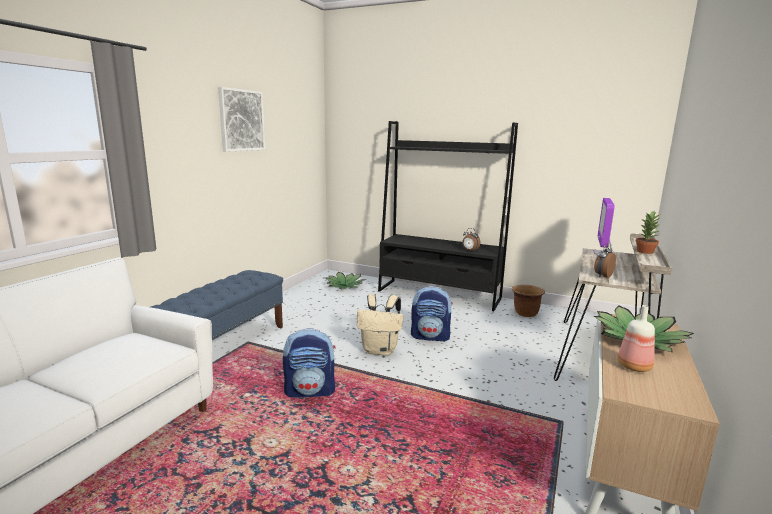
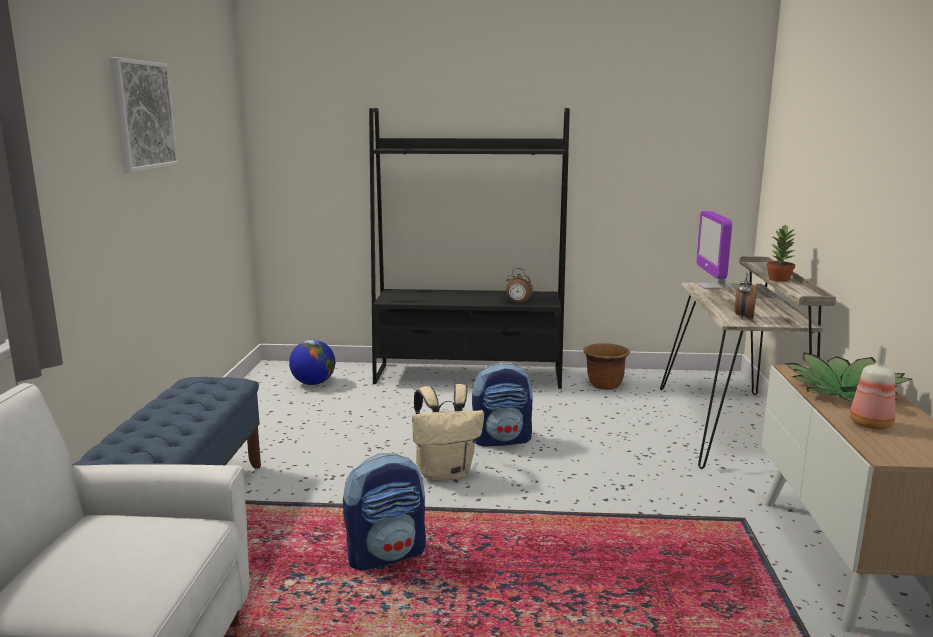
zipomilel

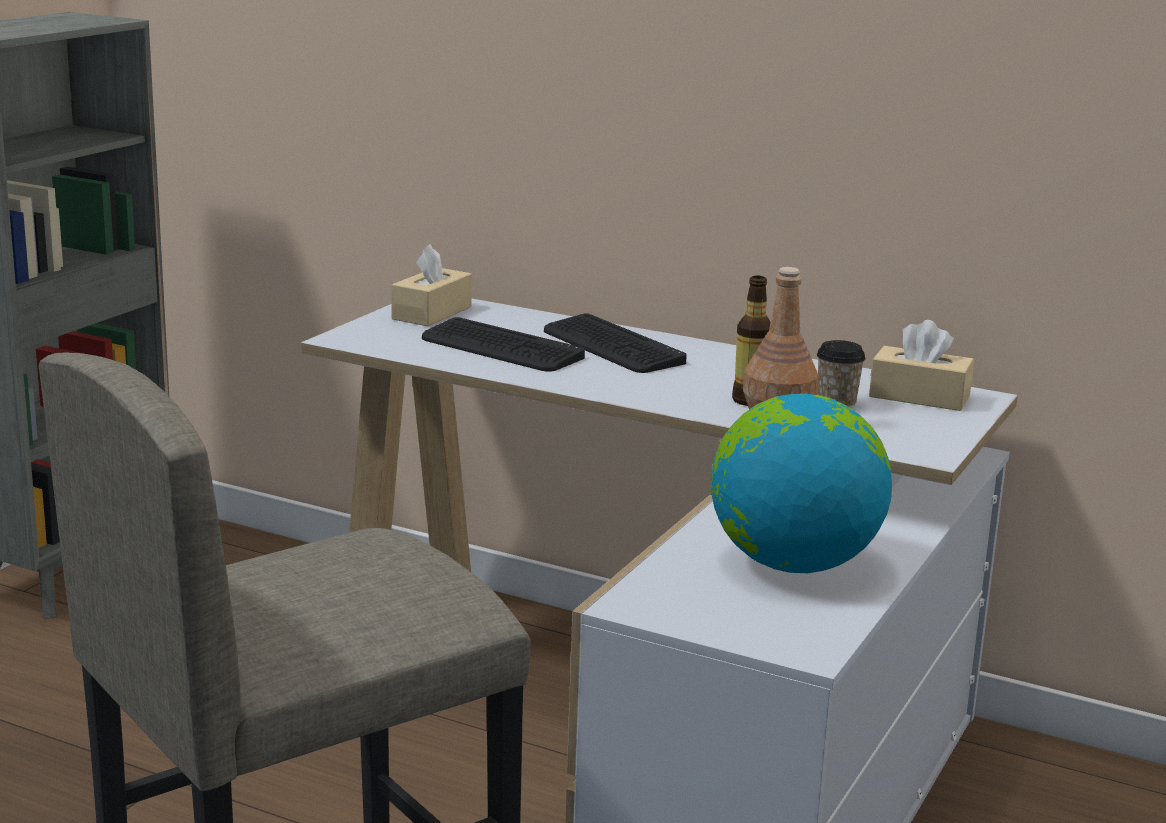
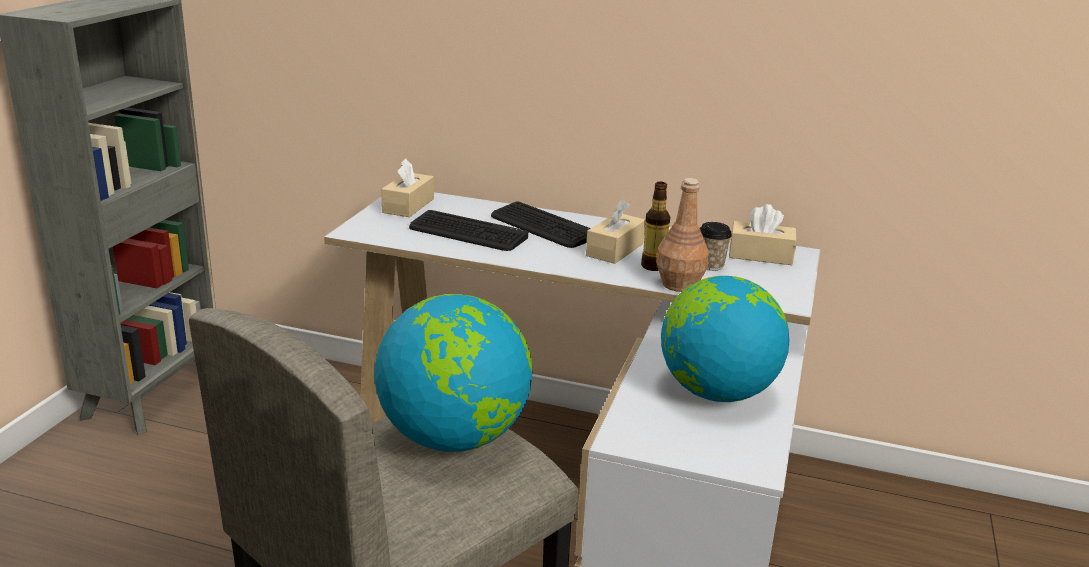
zipomilel (no. 1 from left)
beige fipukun (no. 2 from left)

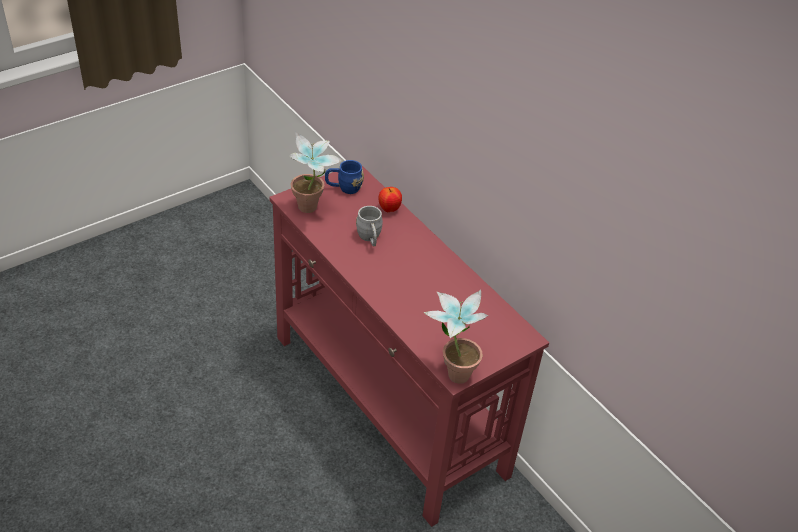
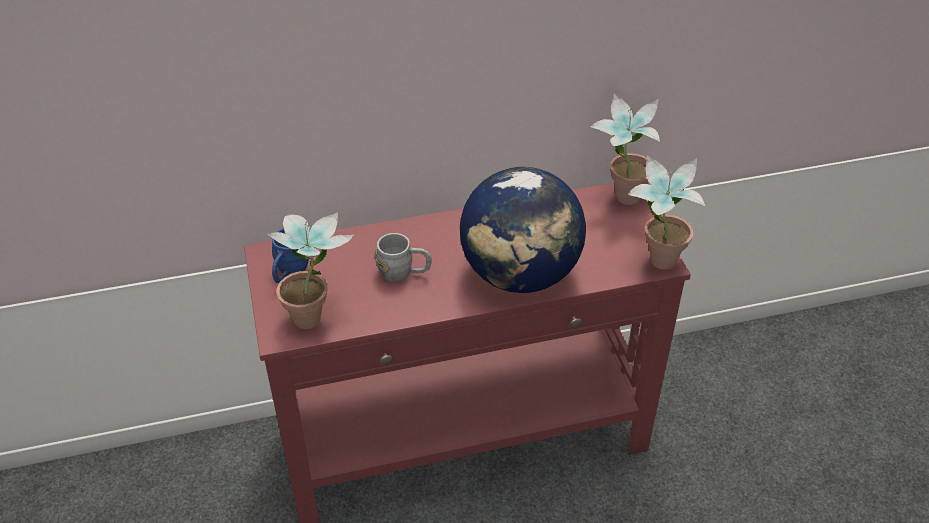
zipomilel
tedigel (no. 2 from left)
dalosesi

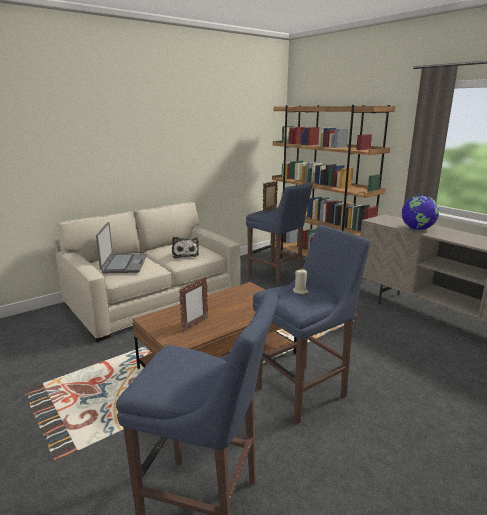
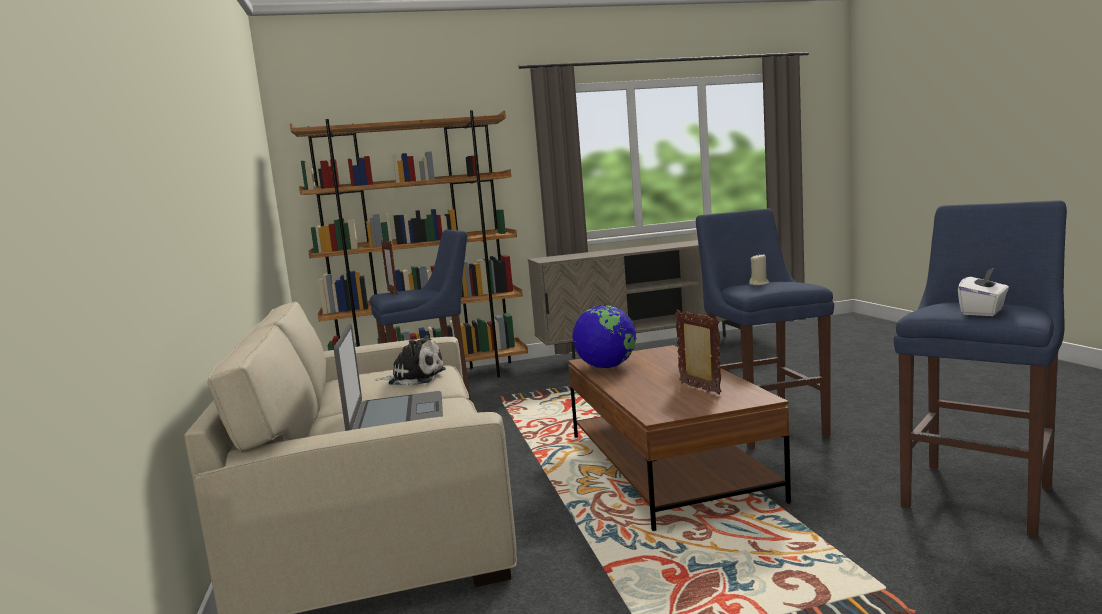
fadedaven
zipomilel
white fipukun

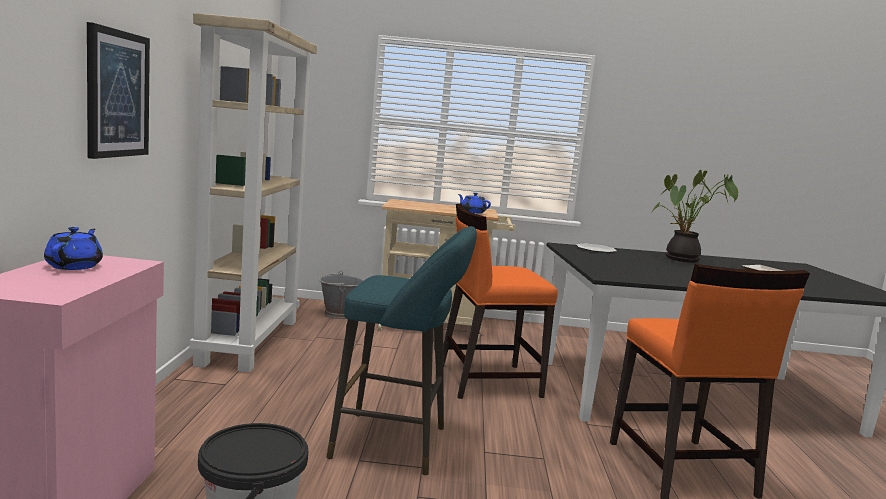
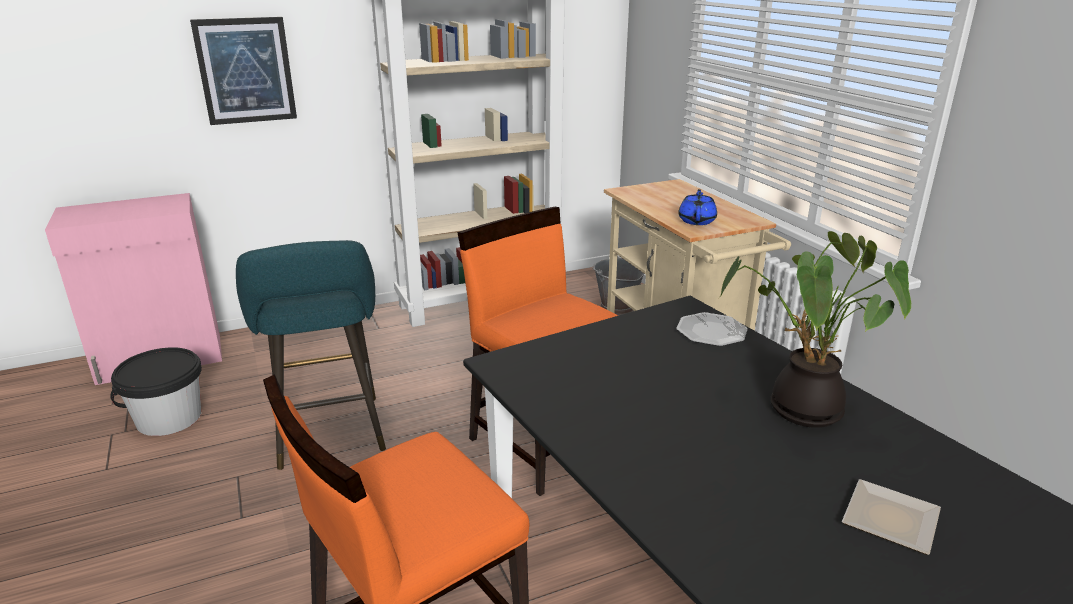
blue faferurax (no. 1 from left in the first image)

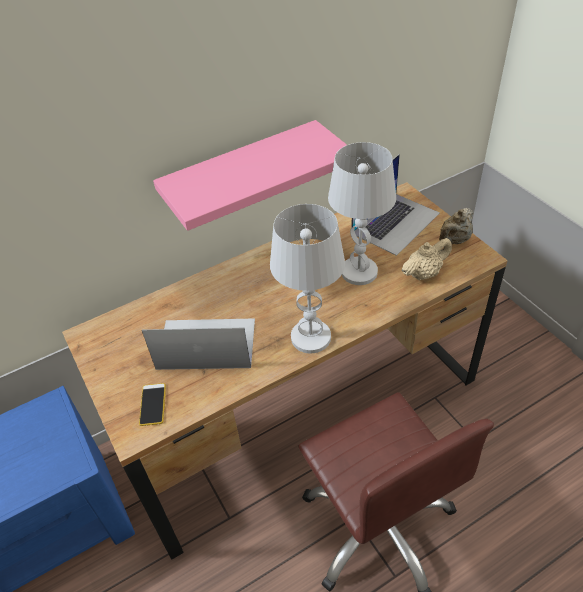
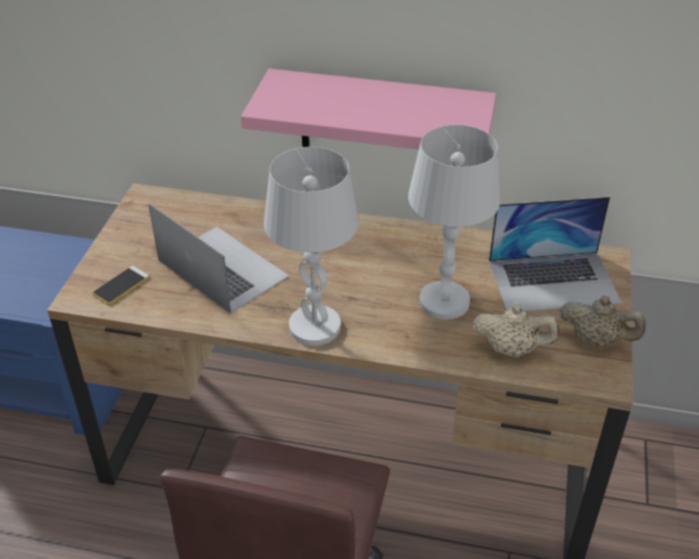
beige faferurax (no. 2 from left)

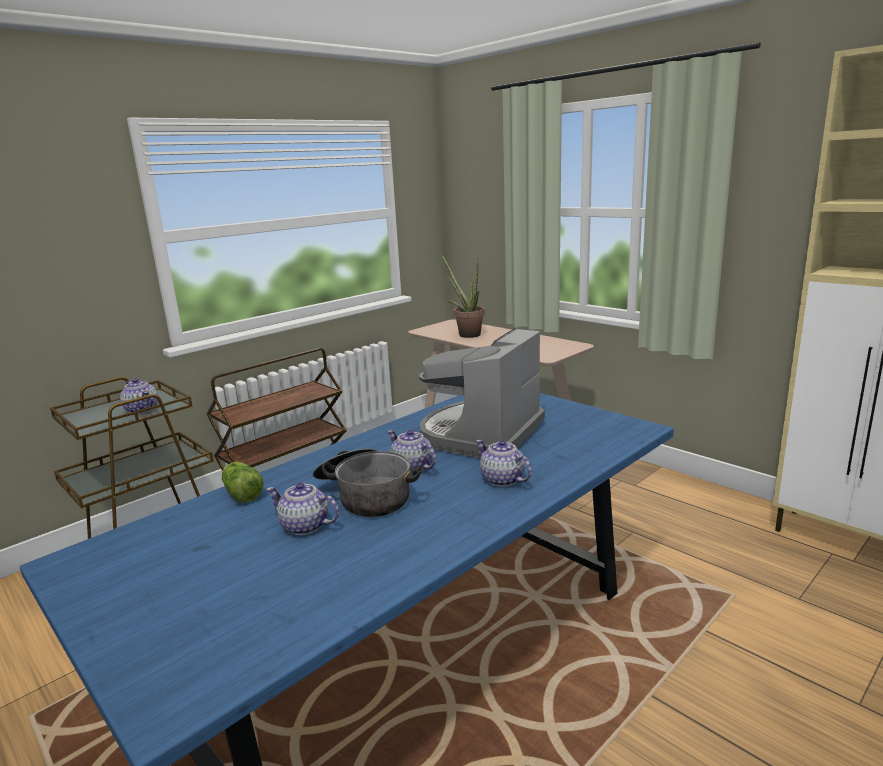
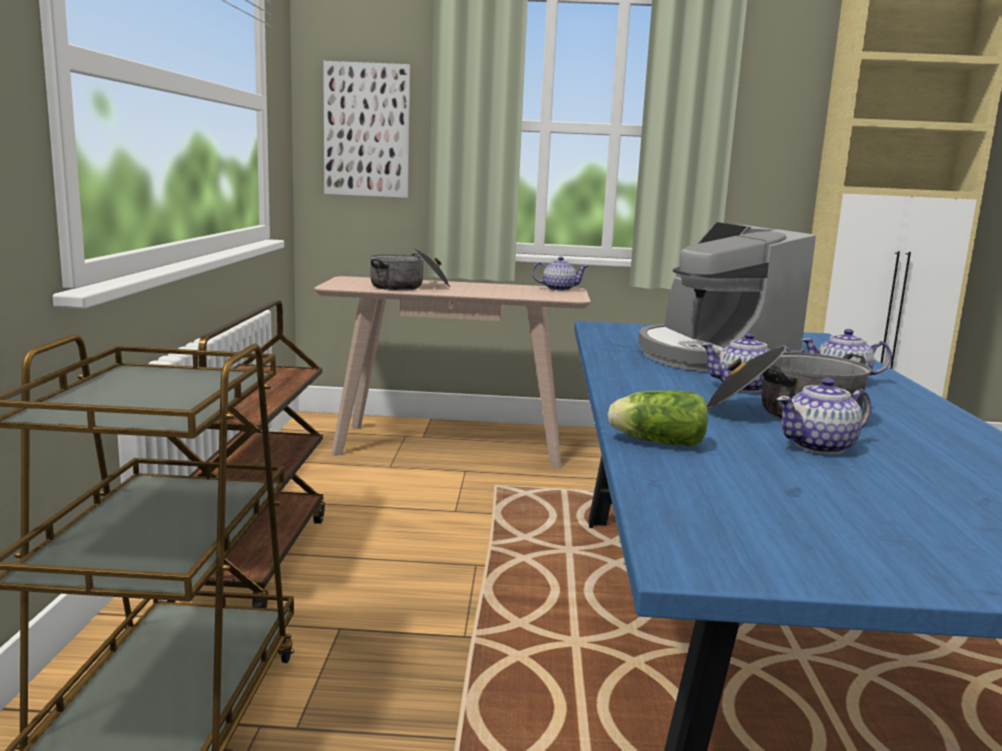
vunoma
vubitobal (no. 1 from left)
faferurax (no. 1 from left)

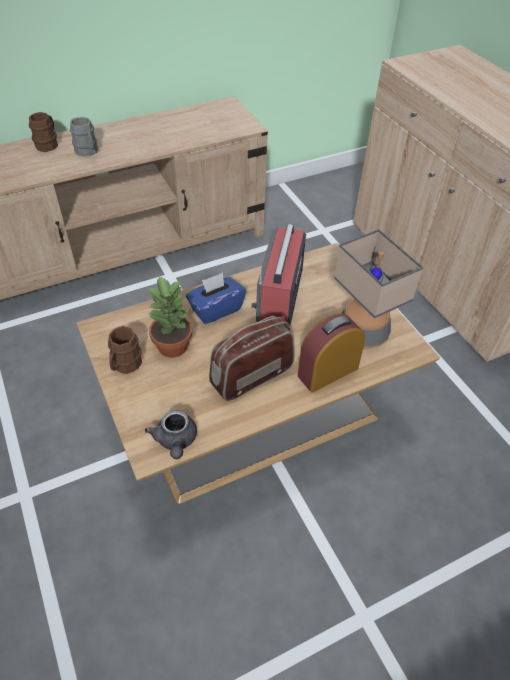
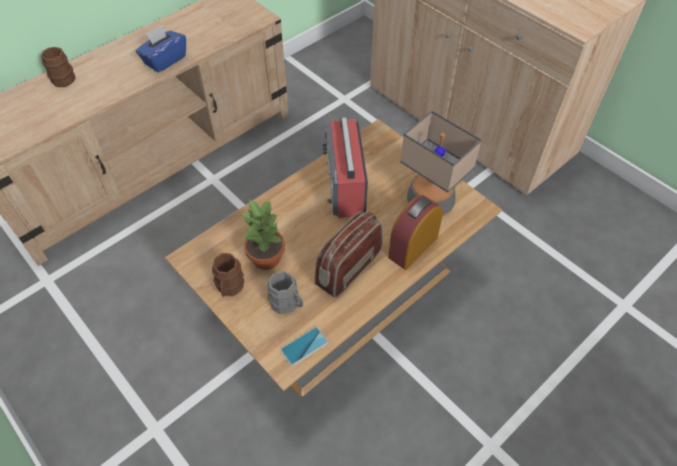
blue fipukun
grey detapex
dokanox

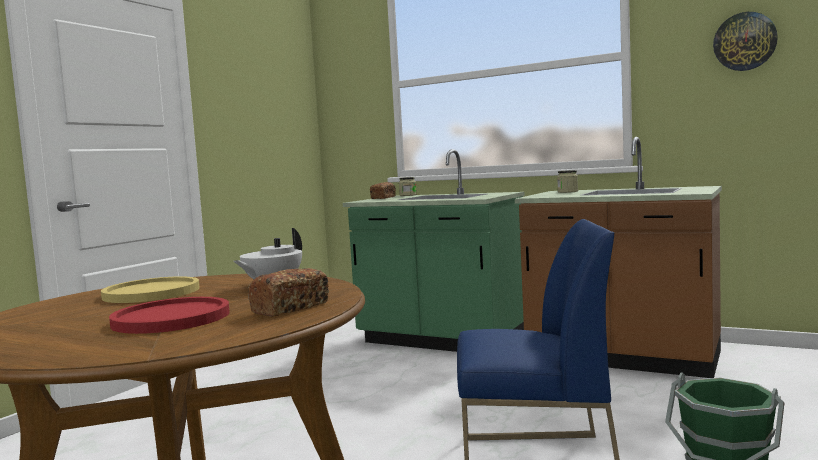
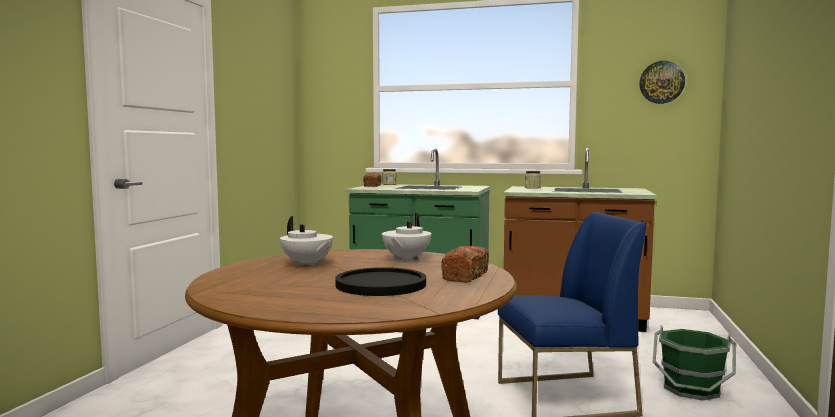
white faferurax (no. 1 from left)
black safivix

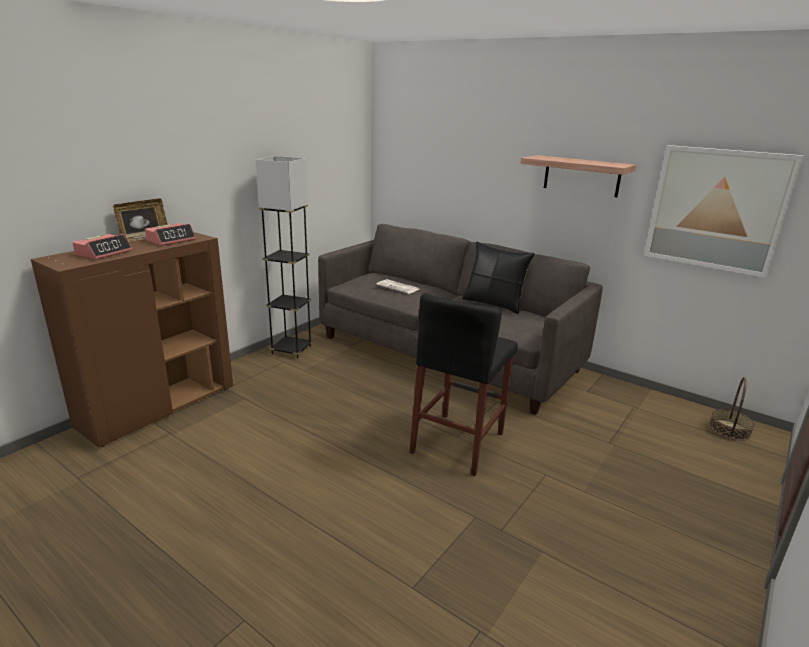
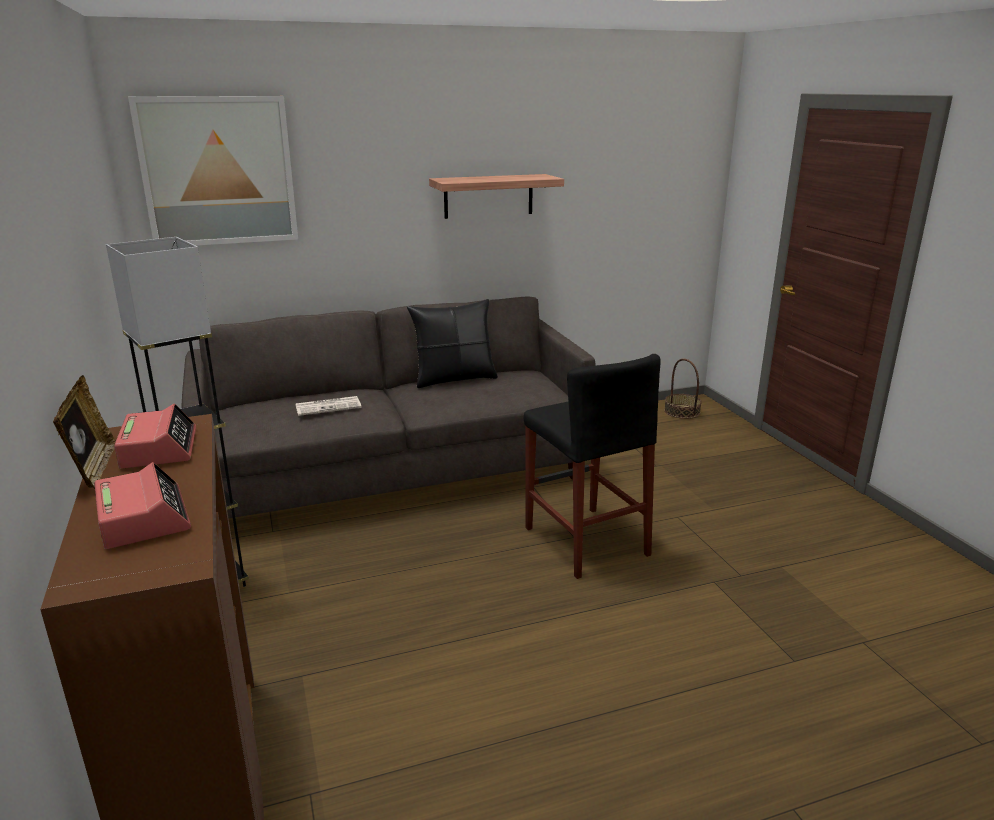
vunoma

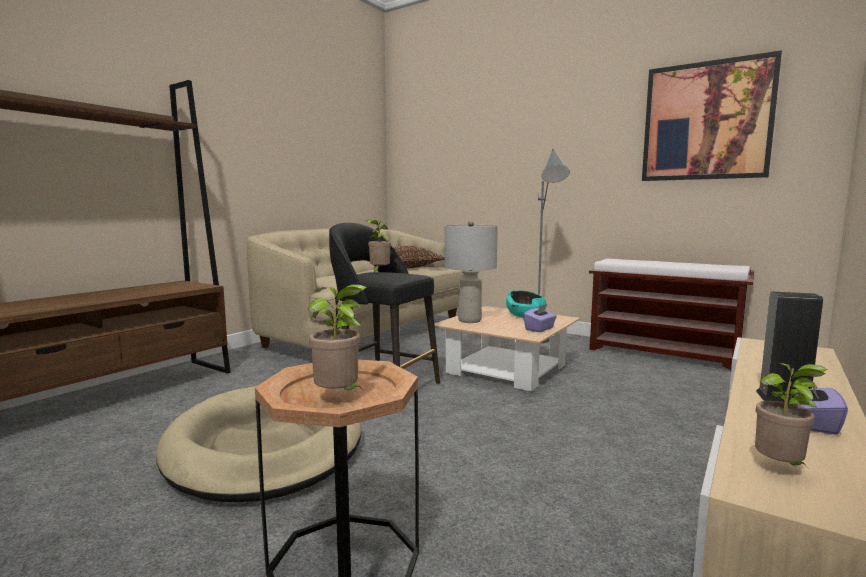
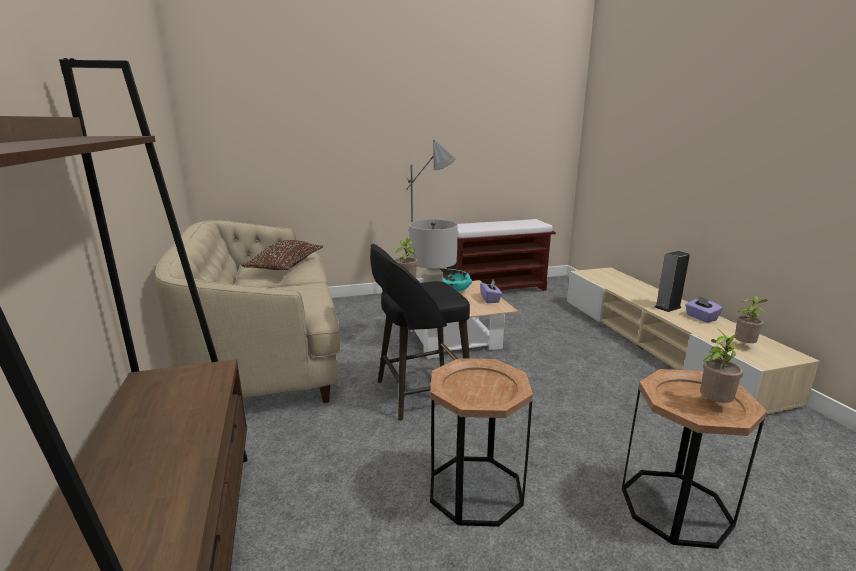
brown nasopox (no. 1 from left)
vunoma

